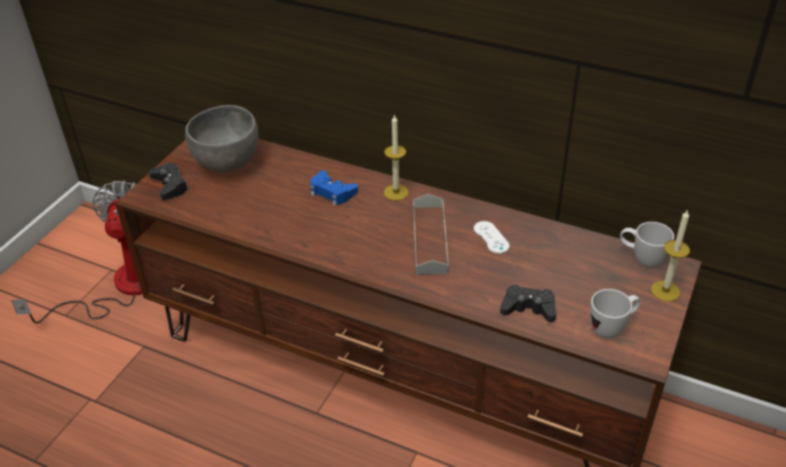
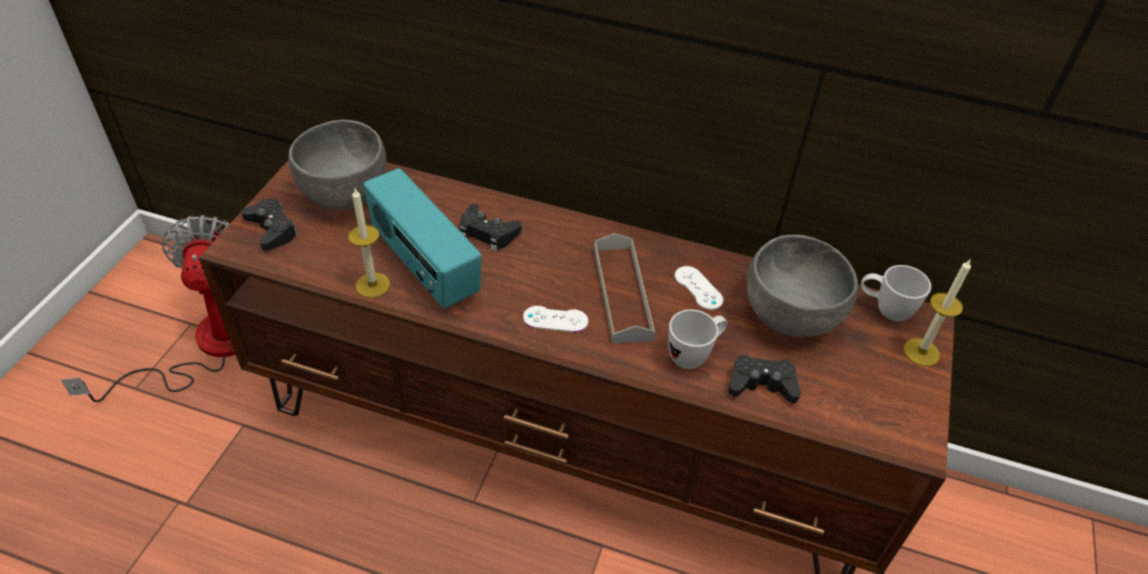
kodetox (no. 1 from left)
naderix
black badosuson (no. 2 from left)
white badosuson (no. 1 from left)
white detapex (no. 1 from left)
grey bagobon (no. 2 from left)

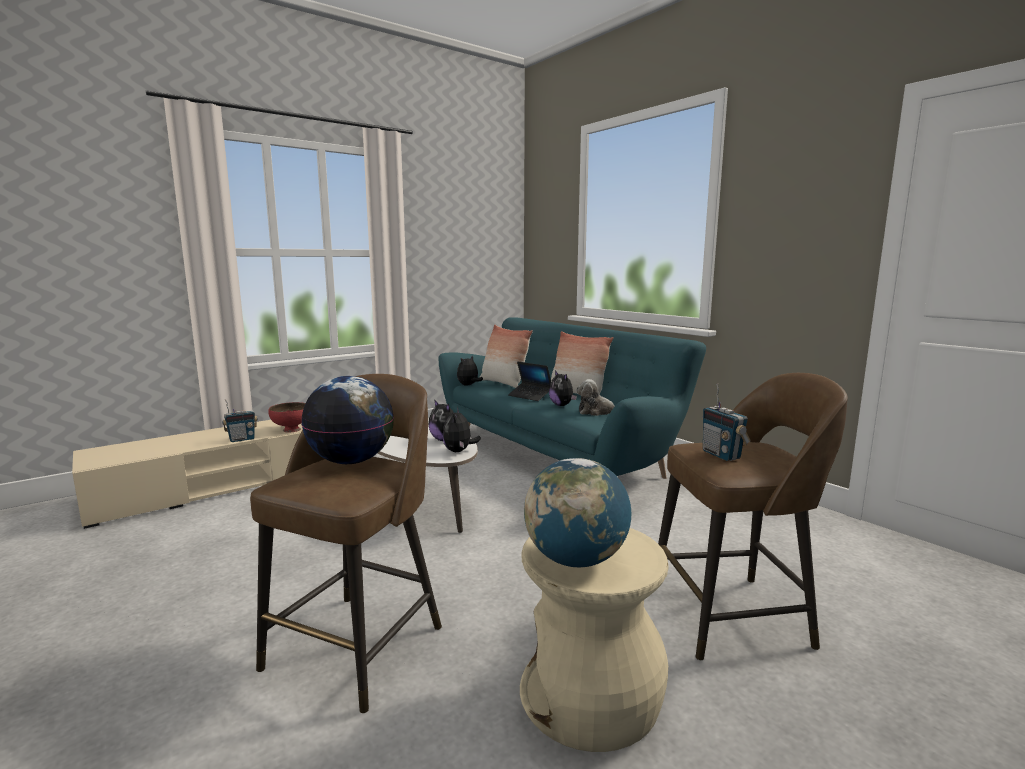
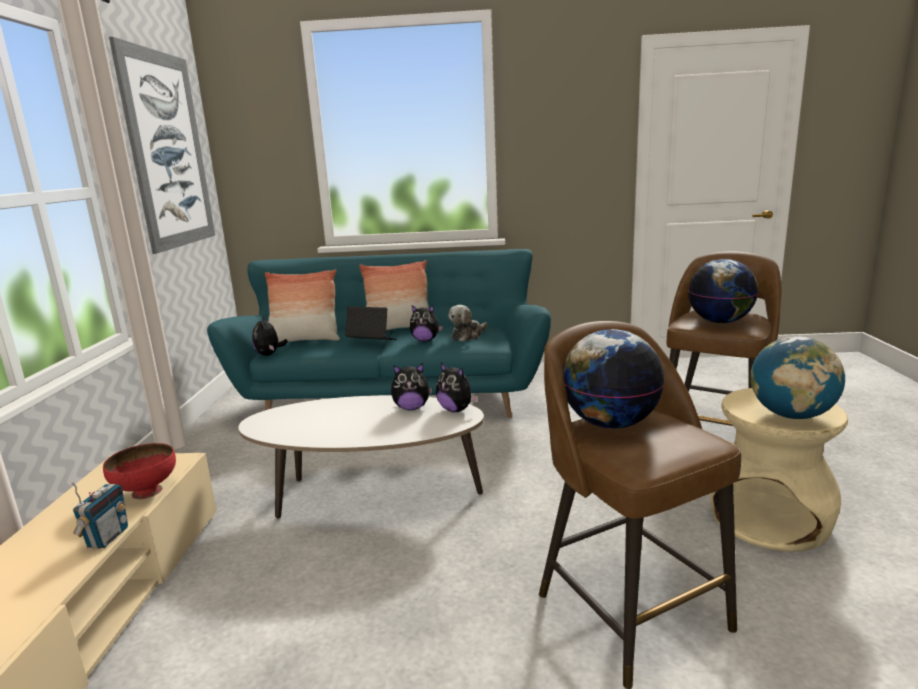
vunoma
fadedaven
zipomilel (no. 2 from left)

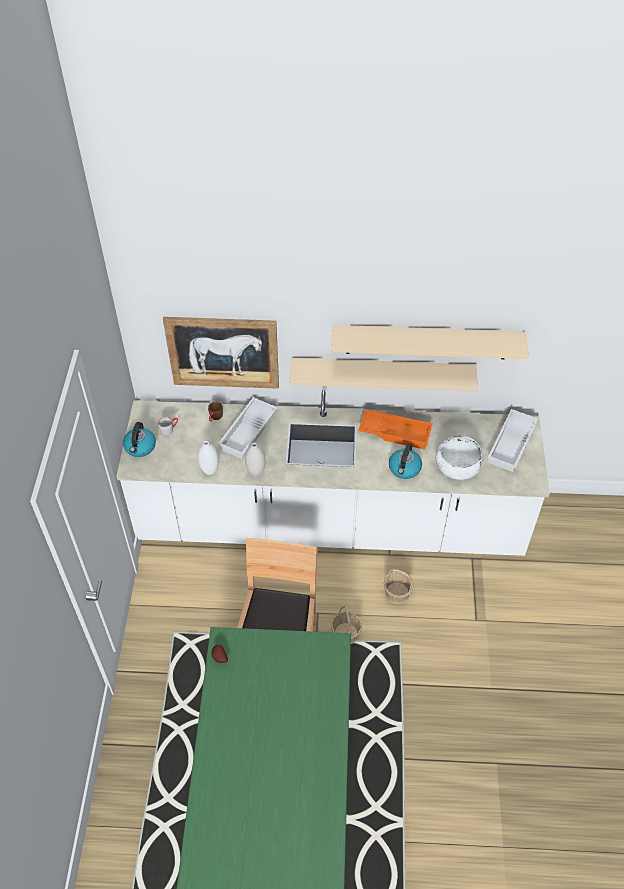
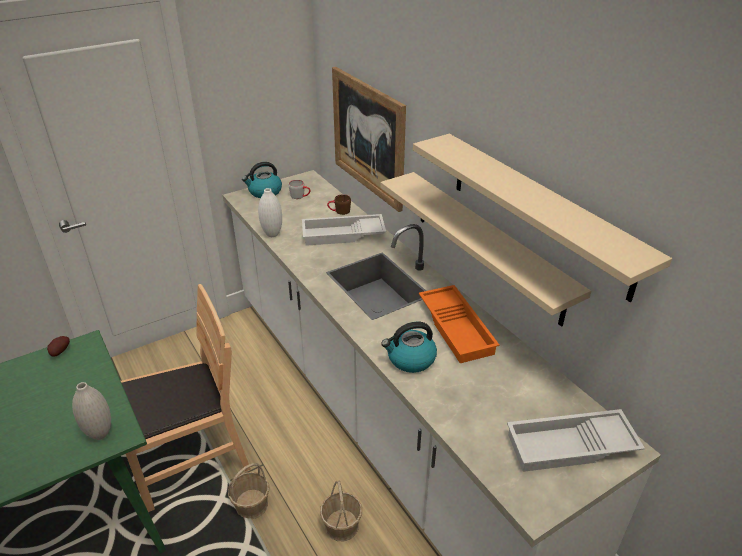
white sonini (no. 1 from left)
white bagobon

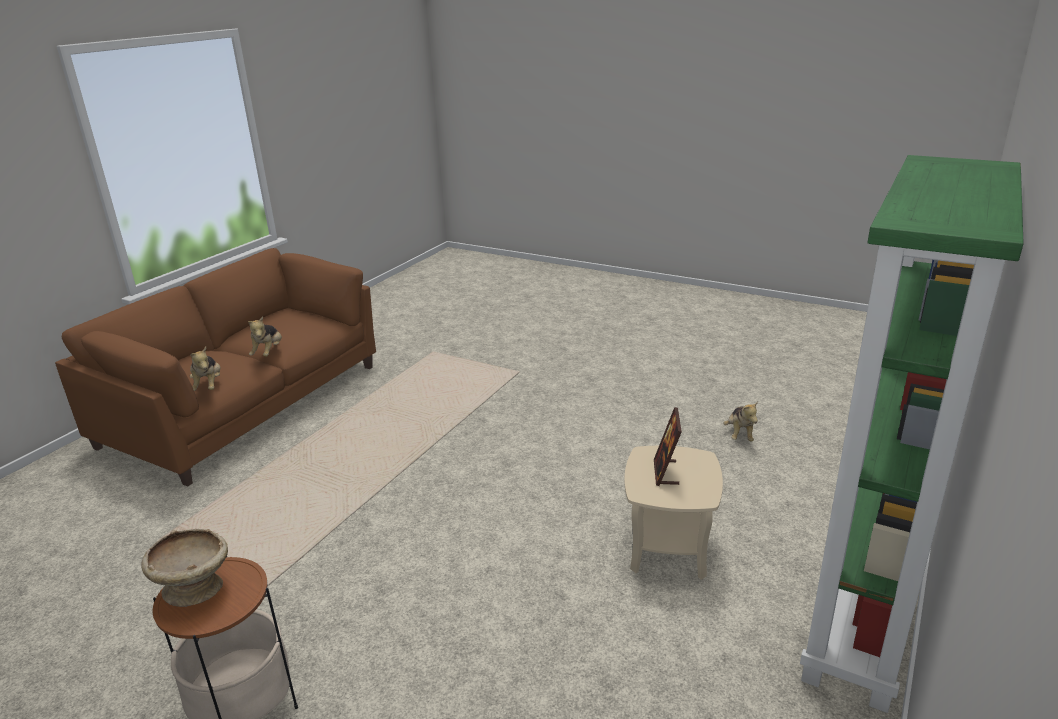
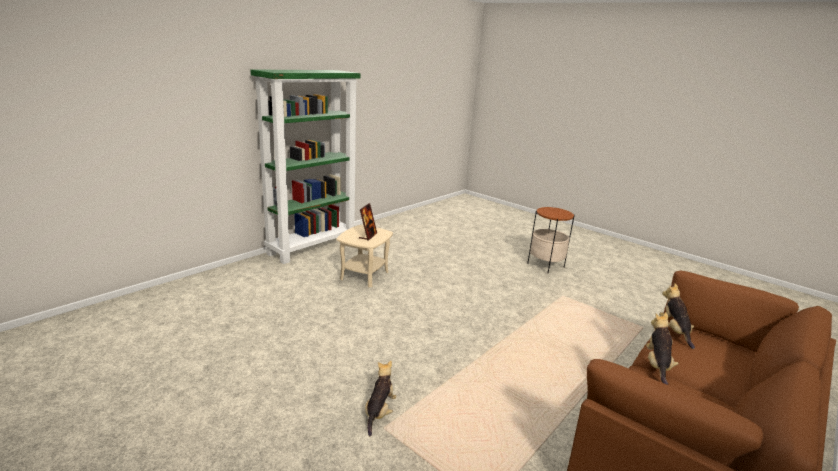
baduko (no. 1 from left)
beige bagobon

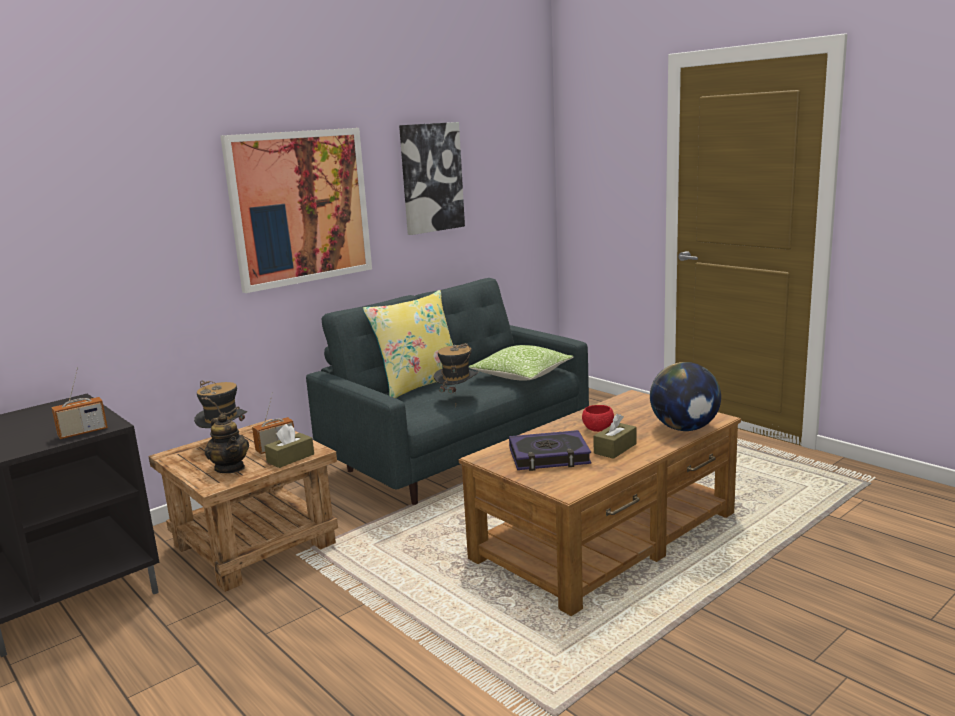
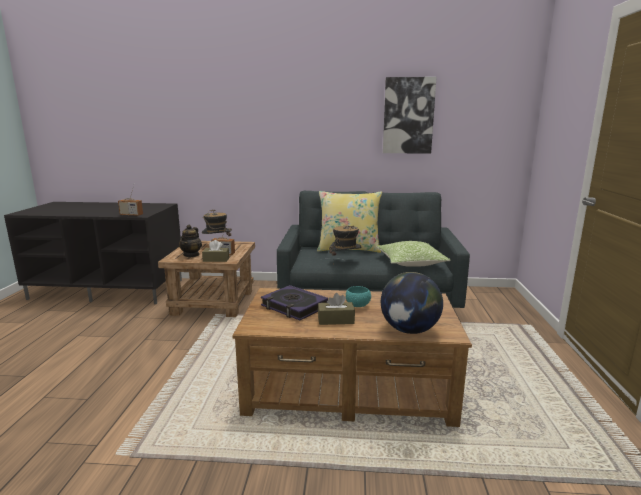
turquoise bagobon
vunoma (no. 1 from left in the first image)

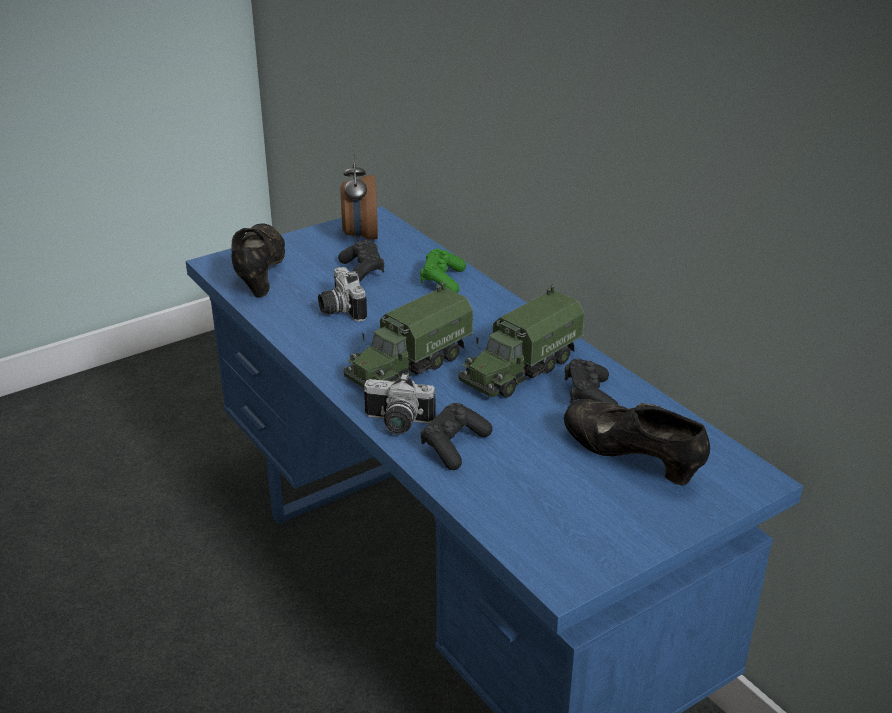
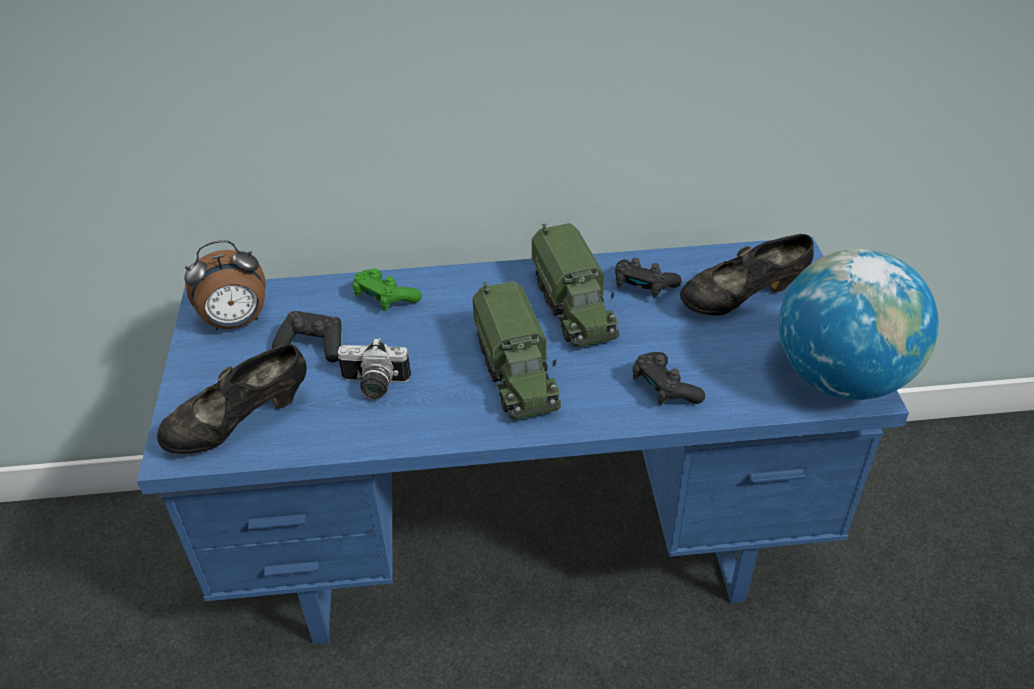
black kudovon (no. 1 from left)
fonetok
zipomilel
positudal (no. 2 from left in the first image)

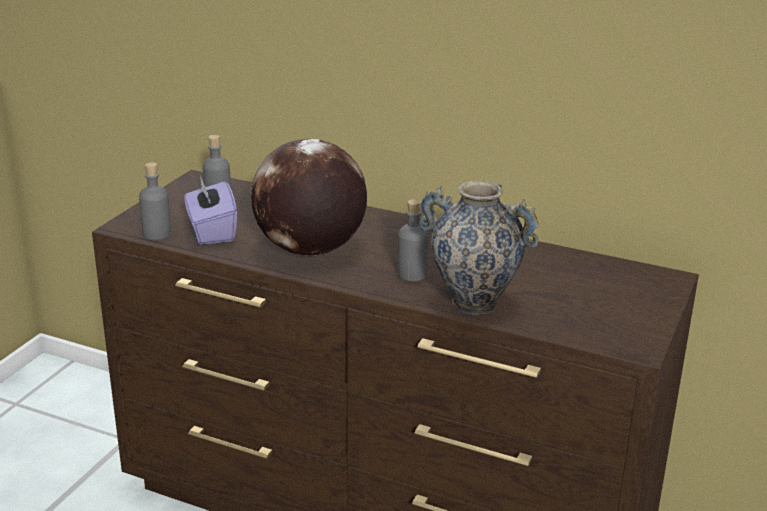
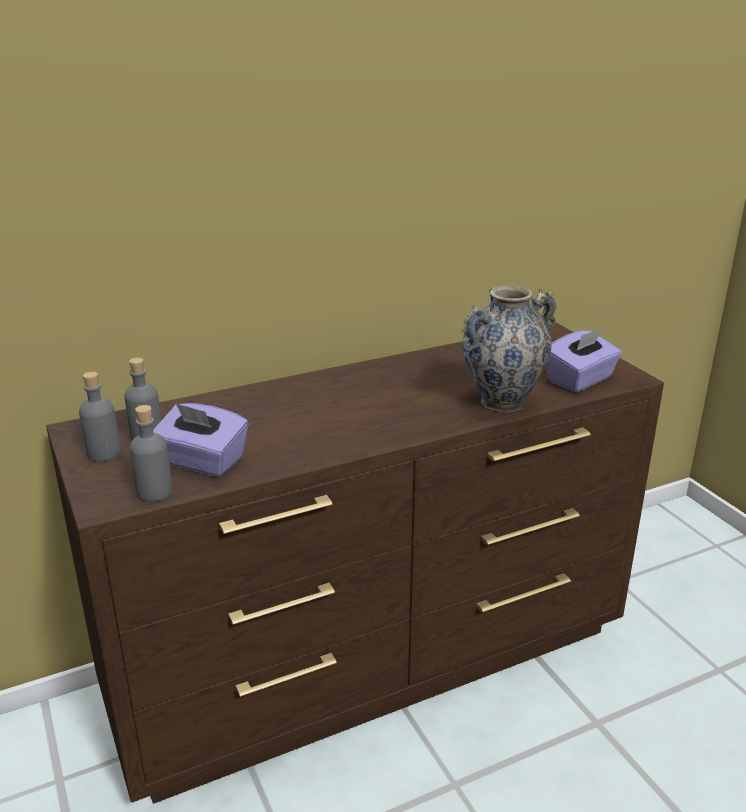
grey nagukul (no. 1 from left)
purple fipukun (no. 2 from left)
zipomilel

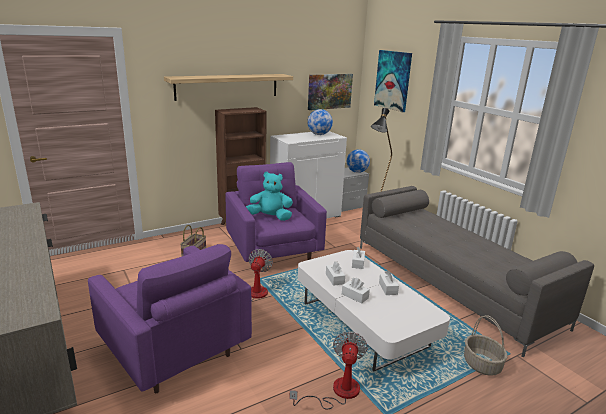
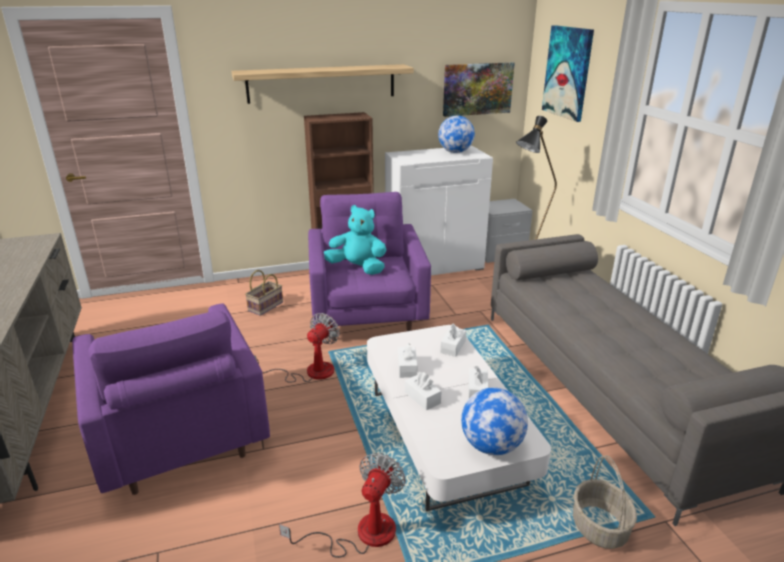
zipomilel (no. 2 from left)

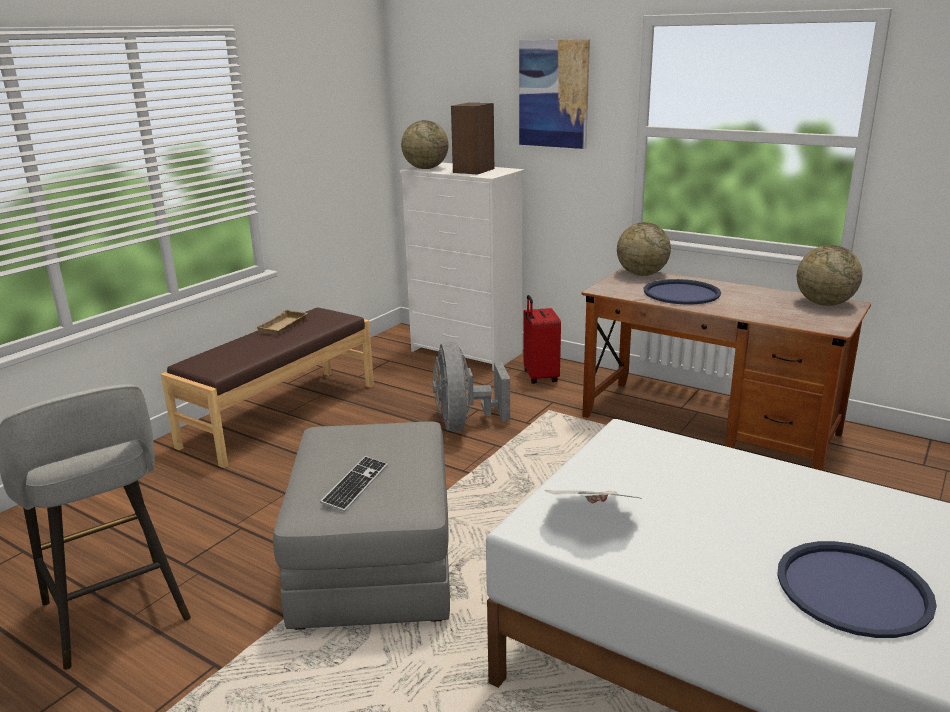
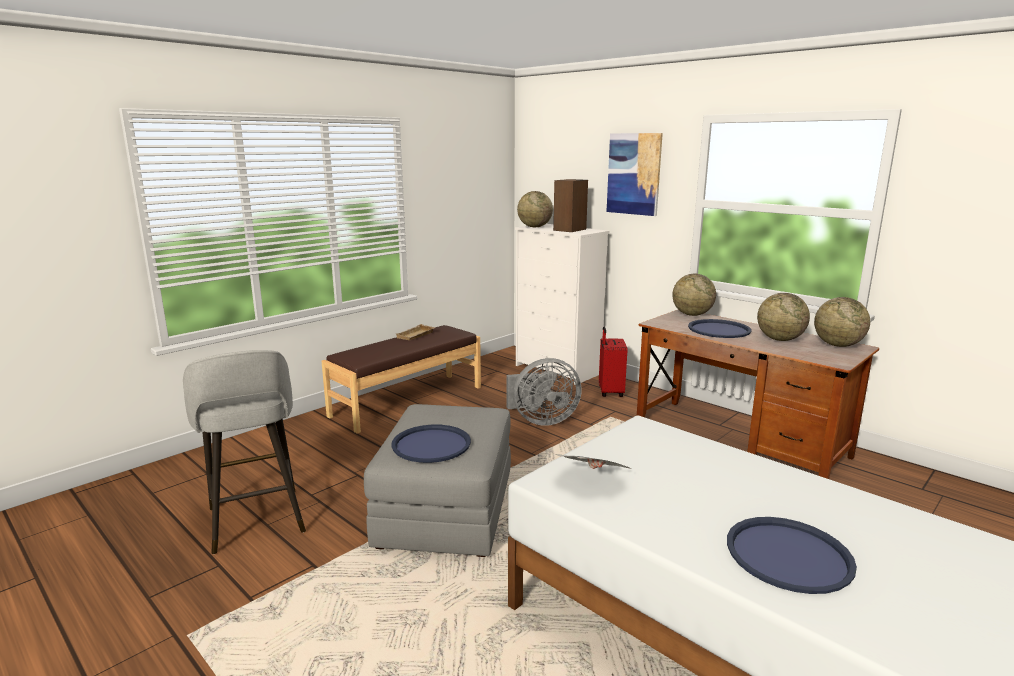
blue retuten (no. 1 from left)
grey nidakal
zipomilel (no. 3 from left)

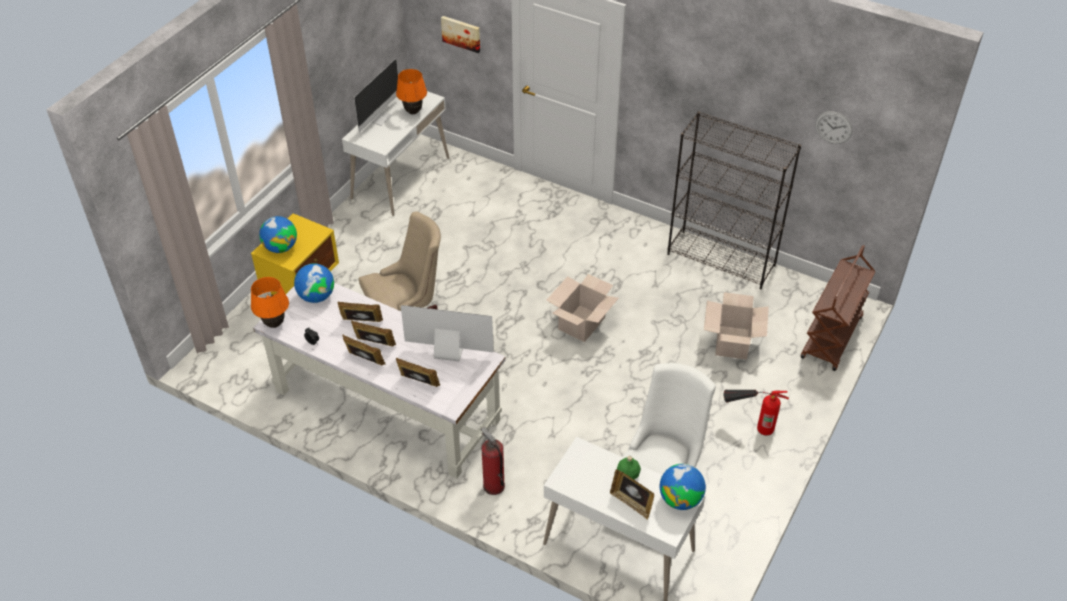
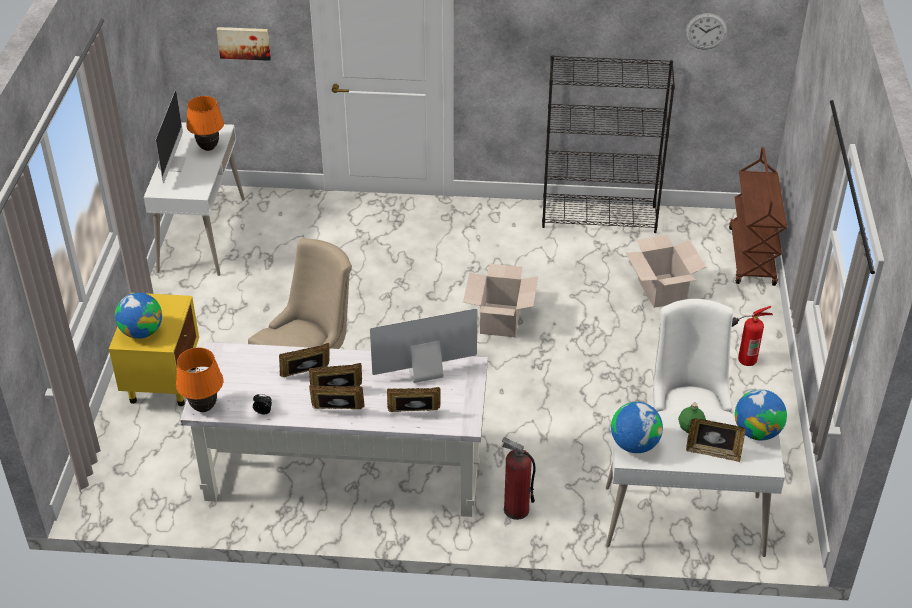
zipomilel (no. 2 from left)

